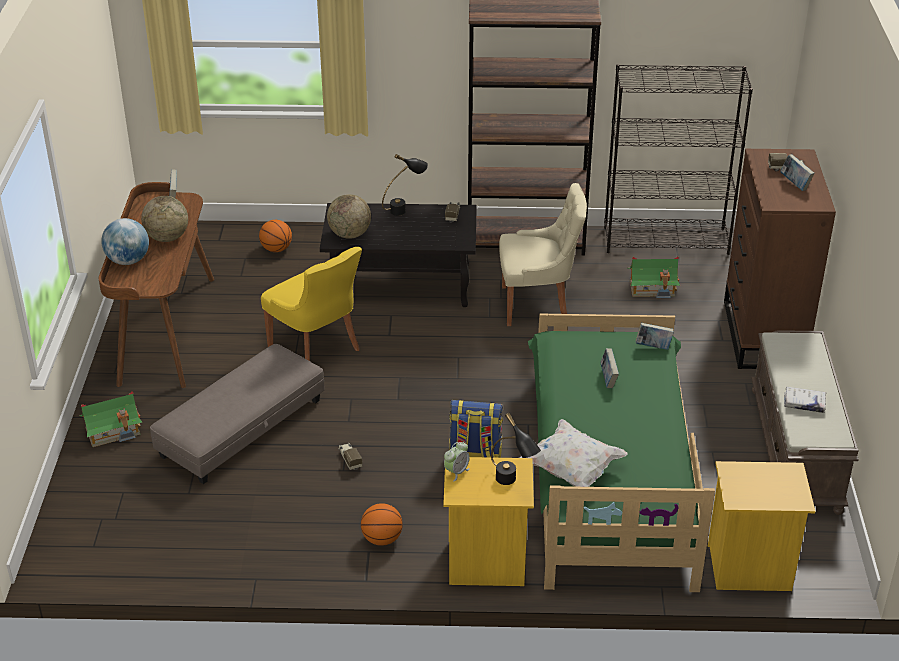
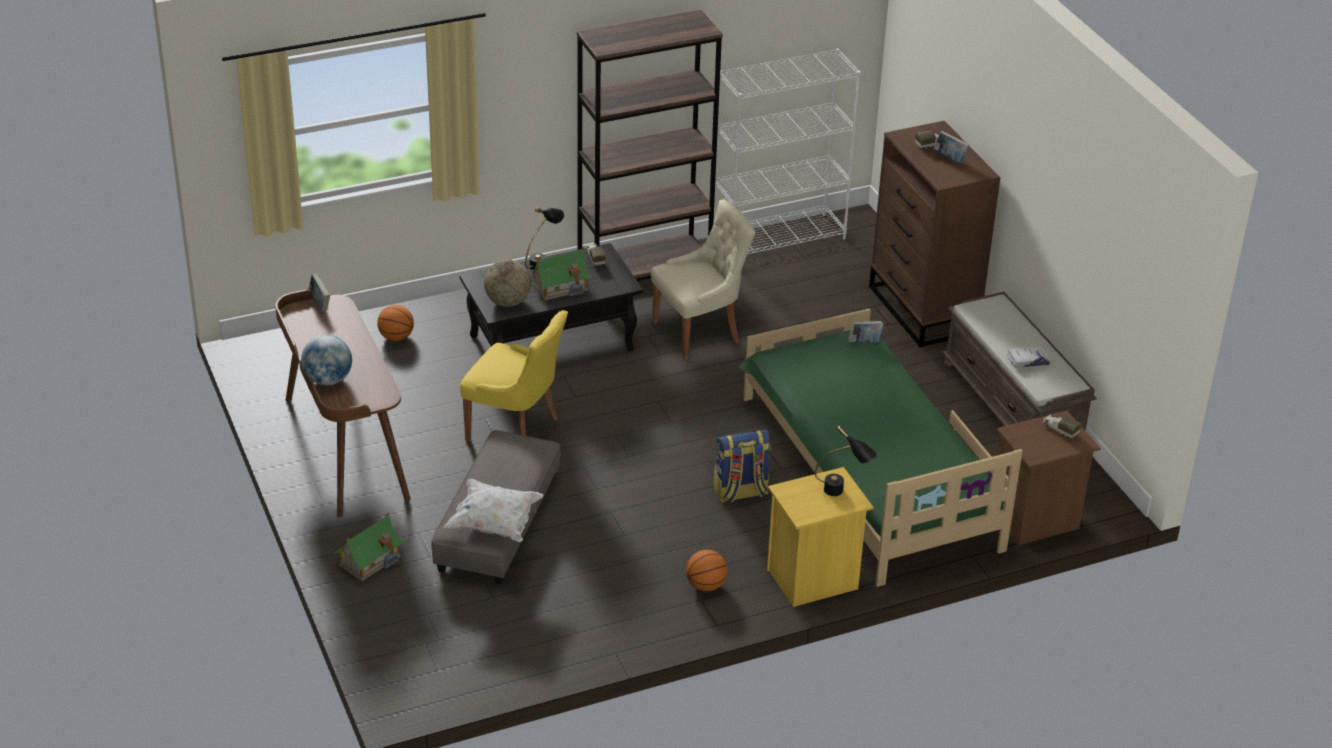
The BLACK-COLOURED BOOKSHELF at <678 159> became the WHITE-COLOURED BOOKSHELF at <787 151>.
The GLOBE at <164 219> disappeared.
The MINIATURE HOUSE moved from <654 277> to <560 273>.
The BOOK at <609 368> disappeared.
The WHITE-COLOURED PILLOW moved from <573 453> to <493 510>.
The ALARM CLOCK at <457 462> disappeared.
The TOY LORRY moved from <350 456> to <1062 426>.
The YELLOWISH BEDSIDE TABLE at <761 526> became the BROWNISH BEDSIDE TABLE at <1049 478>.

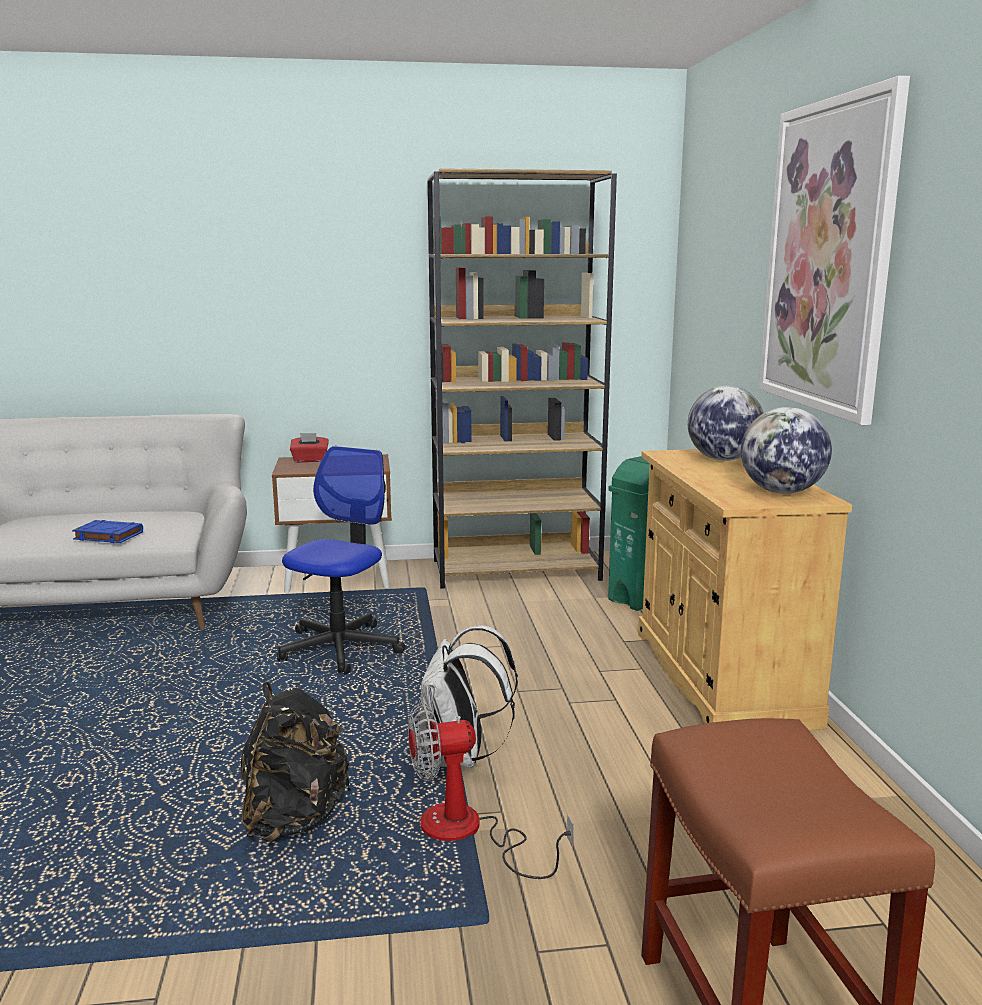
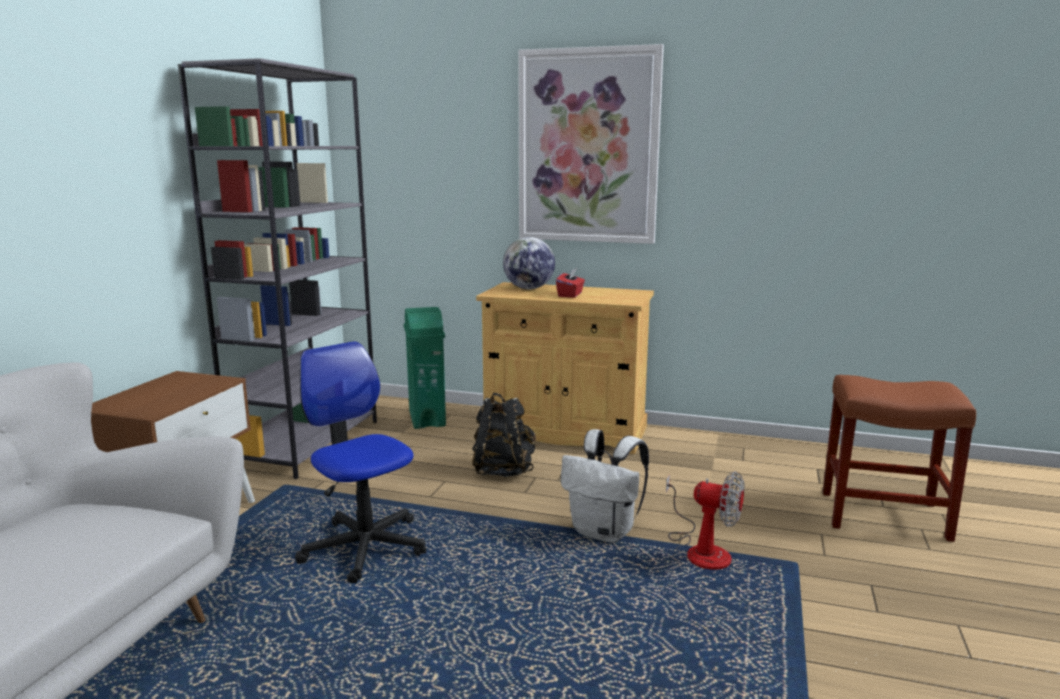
The BROWNISH BOOKSHELF at <522 378> became the GRAY BOOKSHELF at <277 268>.
The GLOBE at <786 450> disappeared.
The REDDISH TISSUE HOLDER moved from <309 447> to <570 283>.
The BLUE-COLOURED BOOK at <107 531> disappeared.
The BLACK-COLOURED KNAPSACK moved from <296 761> to <504 435>.
The FAN at <491 791> turned 75 degrees counterclockwise.

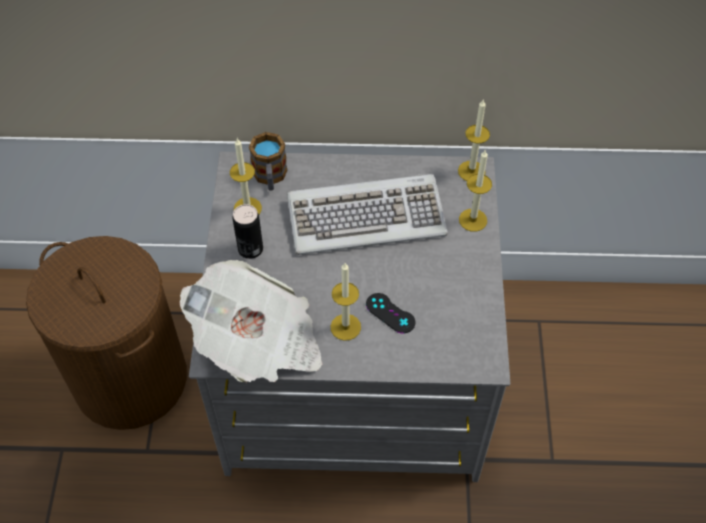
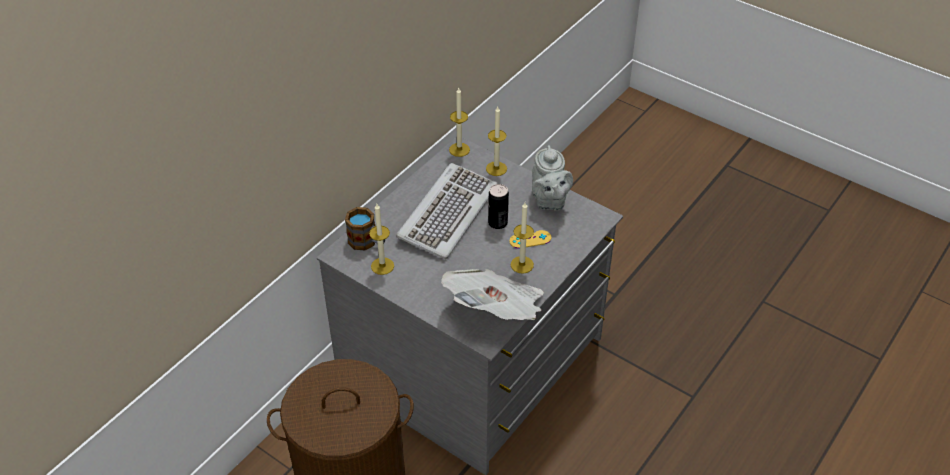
The SEALED CAN moved from <248 231> to <498 206>.
The BLACK-COLOURED GAME CONTROLLER at <391 313> became the YELLOWISH GAME CONTROLLER at <530 239>.
The GRAY TEA POT at <552 178> appeared.

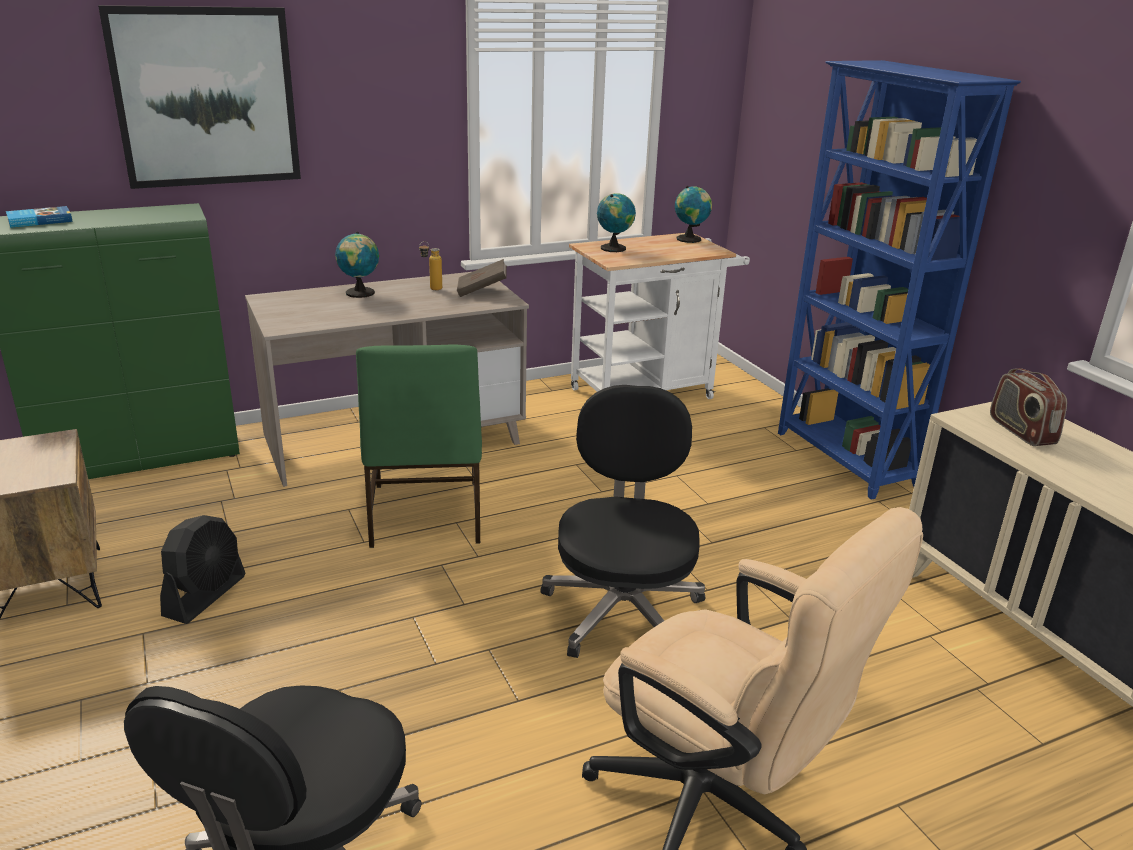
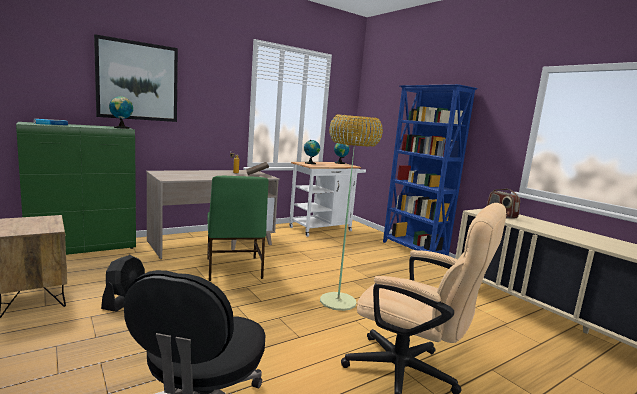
The GLOBE moved from <357 265> to <121 112>.
The BLACK-COLOURED COMPUTER CHAIR at <623 521> was replaced by the STANDARD LAMP at <351 213>.

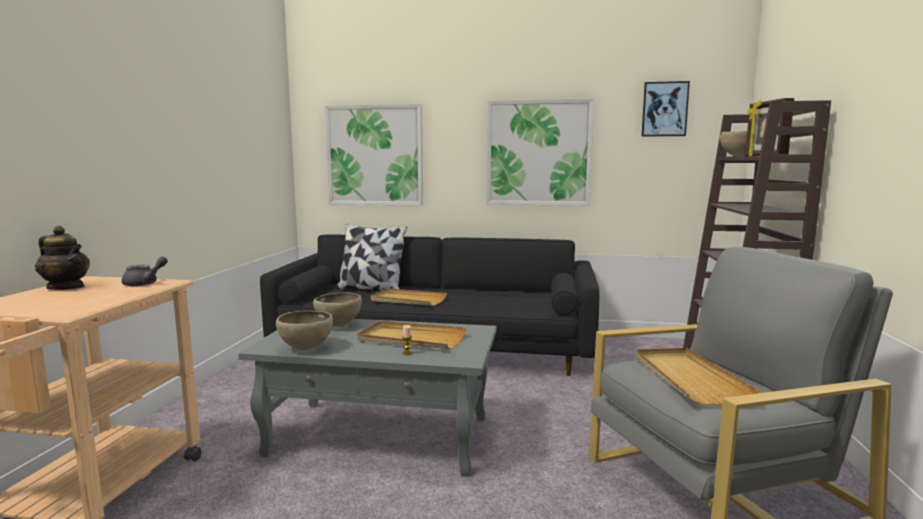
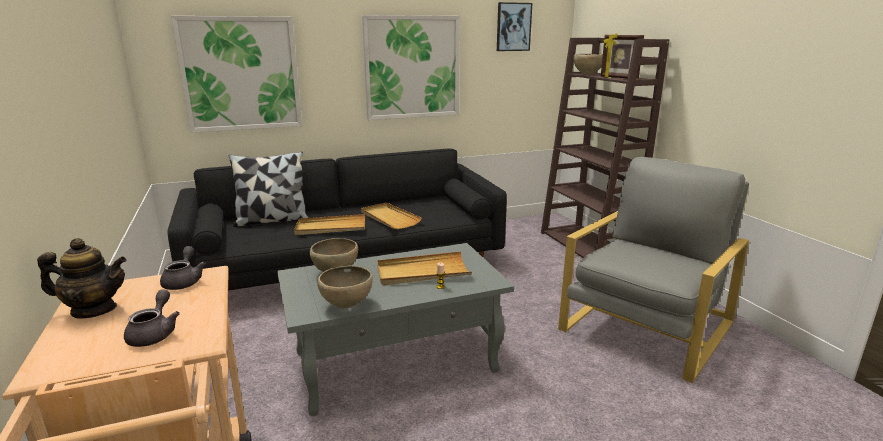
The SAND-COLOURED TRAY moved from <698 376> to <391 216>.
The GRAY TEA POT at <152 318> appeared.

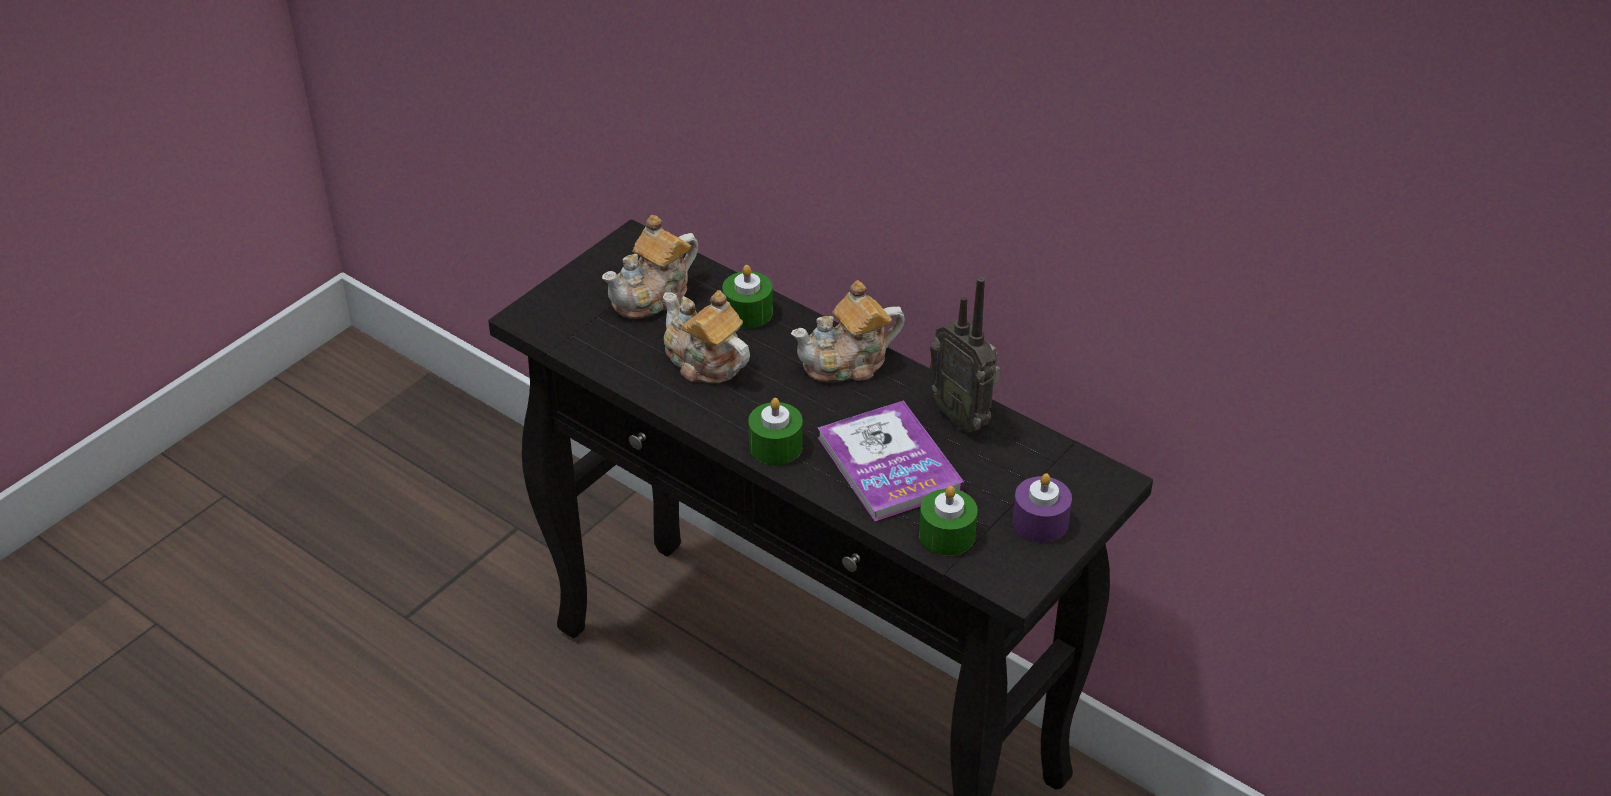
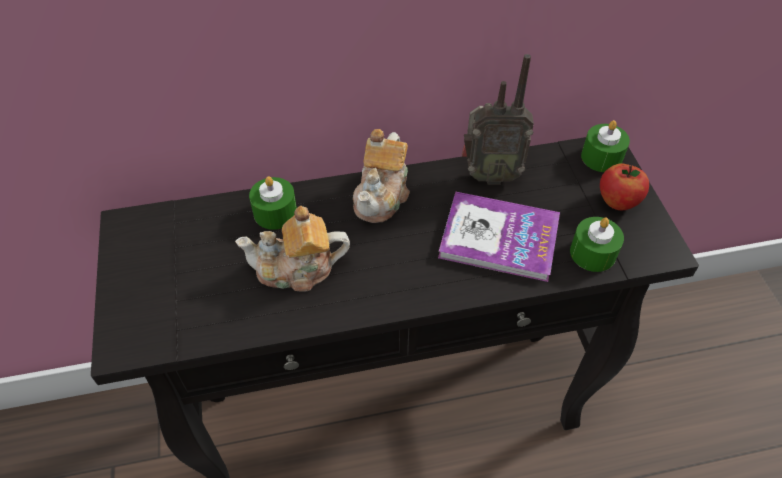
The TEA POT at <650 267> disappeared.
The GREEN WAX LIGHT moved from <775 431> to <605 146>.
The PURPLISH WAX LIGHT at <1042 508> was replaced by the WHOLE APPLE at <624 186>.

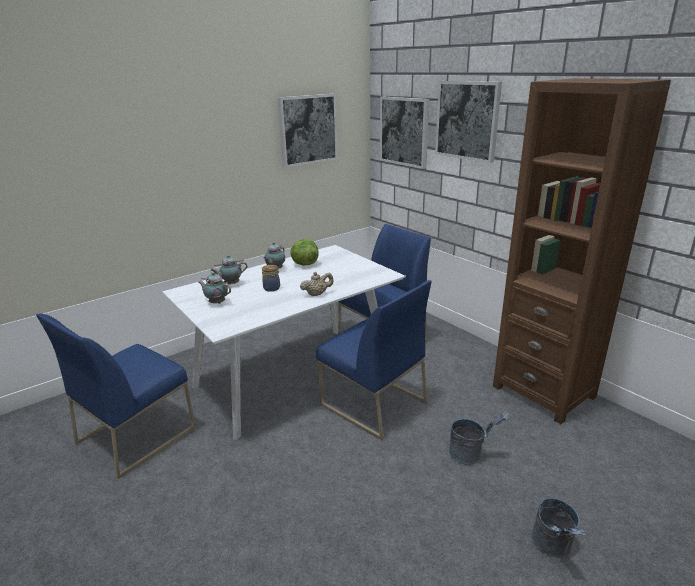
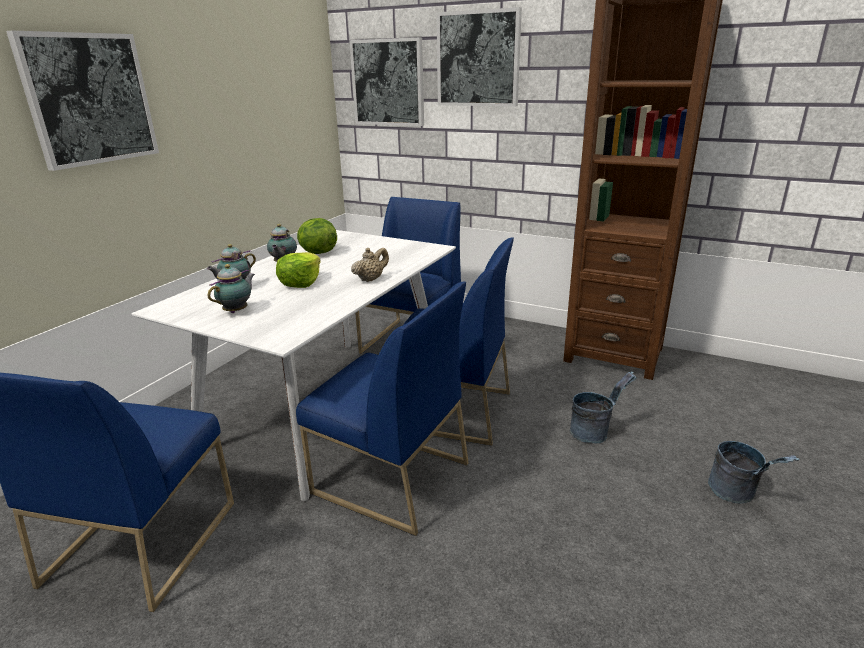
The WALL ART moved from <308 131> to <82 101>.
The JAR at <271 278> was replaced by the LETTUCE at <298 270>.
The TEA POT at <215 288> turned 120 degrees clockwise.
The BLUE-COLOURED PLAIN CHAIR at <382 409> appeared.

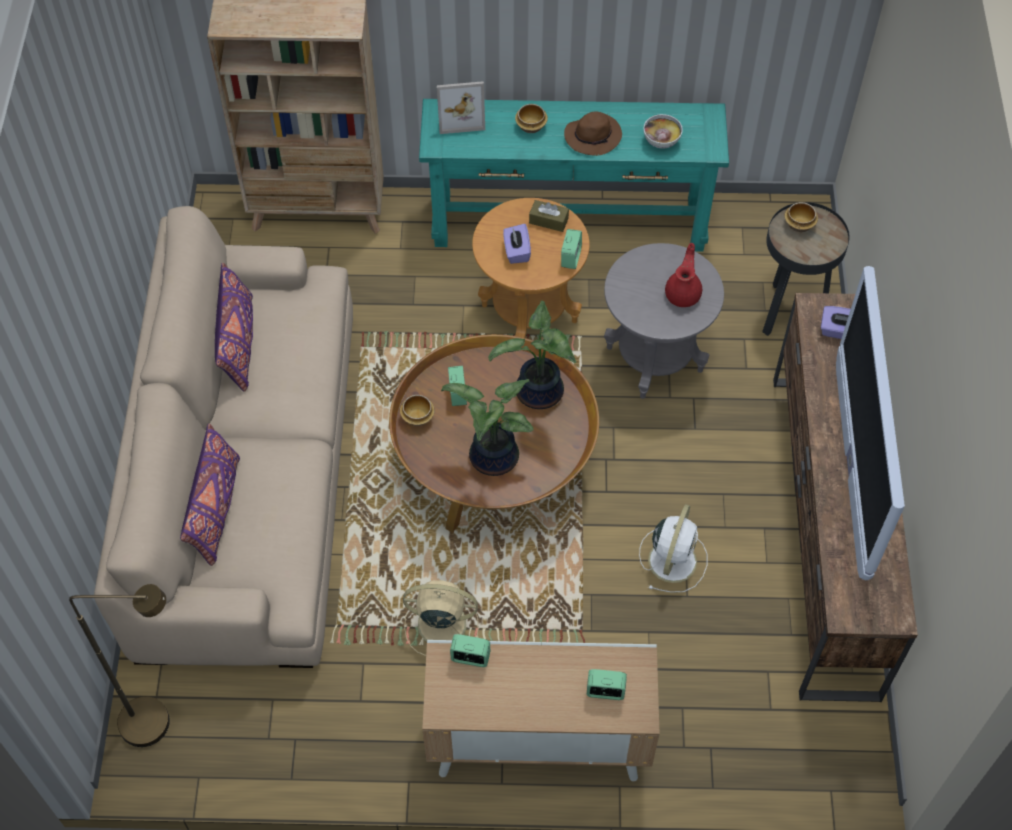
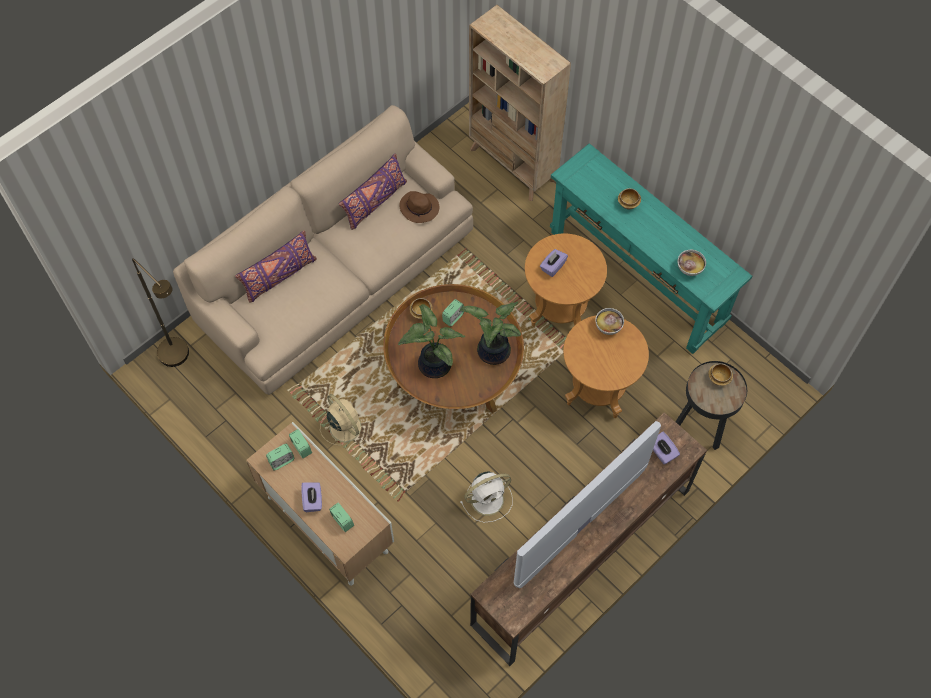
The STANDING FRAME at <461 107> disappeared.
The BROWNISH HAT moved from <593 134> to <419 207>.
The BROWNISH TISSUE HOLDER at <549 216> disappeared.
The ALARM CLOCK moved from <571 249> to <280 457>.
The GRAY SIDE TABLE at <664 321> became the BROWNISH SIDE TABLE at <606 367>.
The REDDISH TEA POT at <683 275> disappeared.
The DEEP DISH at <609 321> appeared.
The PURPLISH TISSUE HOLDER at <311 497> appeared.

